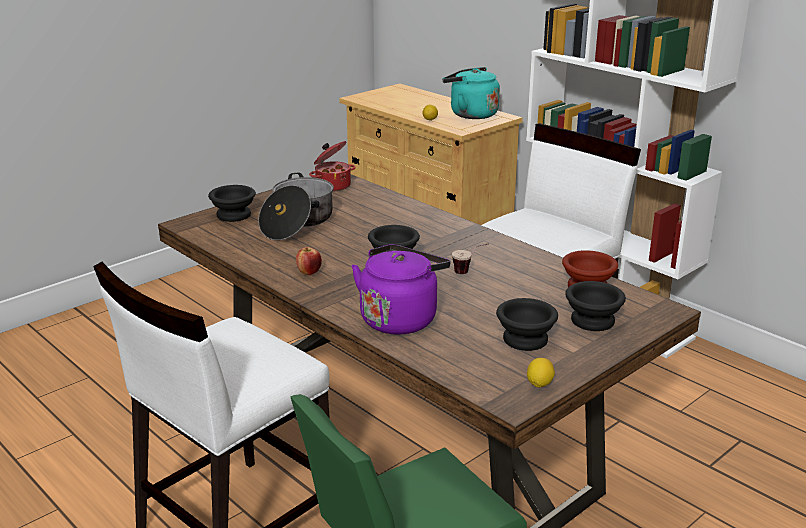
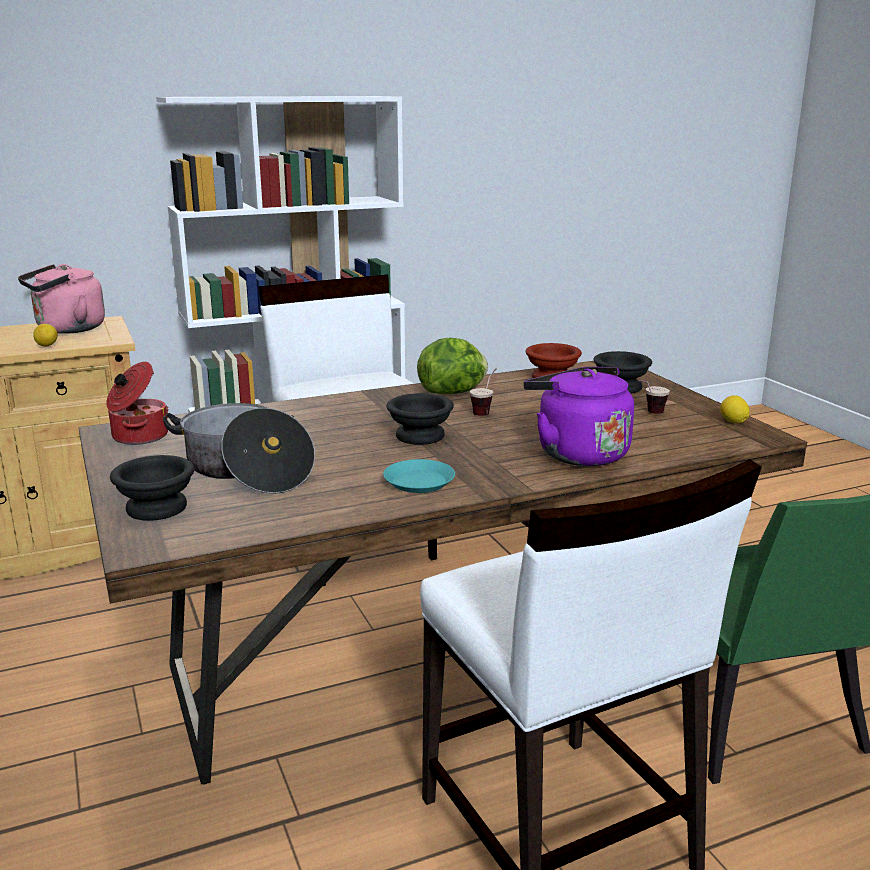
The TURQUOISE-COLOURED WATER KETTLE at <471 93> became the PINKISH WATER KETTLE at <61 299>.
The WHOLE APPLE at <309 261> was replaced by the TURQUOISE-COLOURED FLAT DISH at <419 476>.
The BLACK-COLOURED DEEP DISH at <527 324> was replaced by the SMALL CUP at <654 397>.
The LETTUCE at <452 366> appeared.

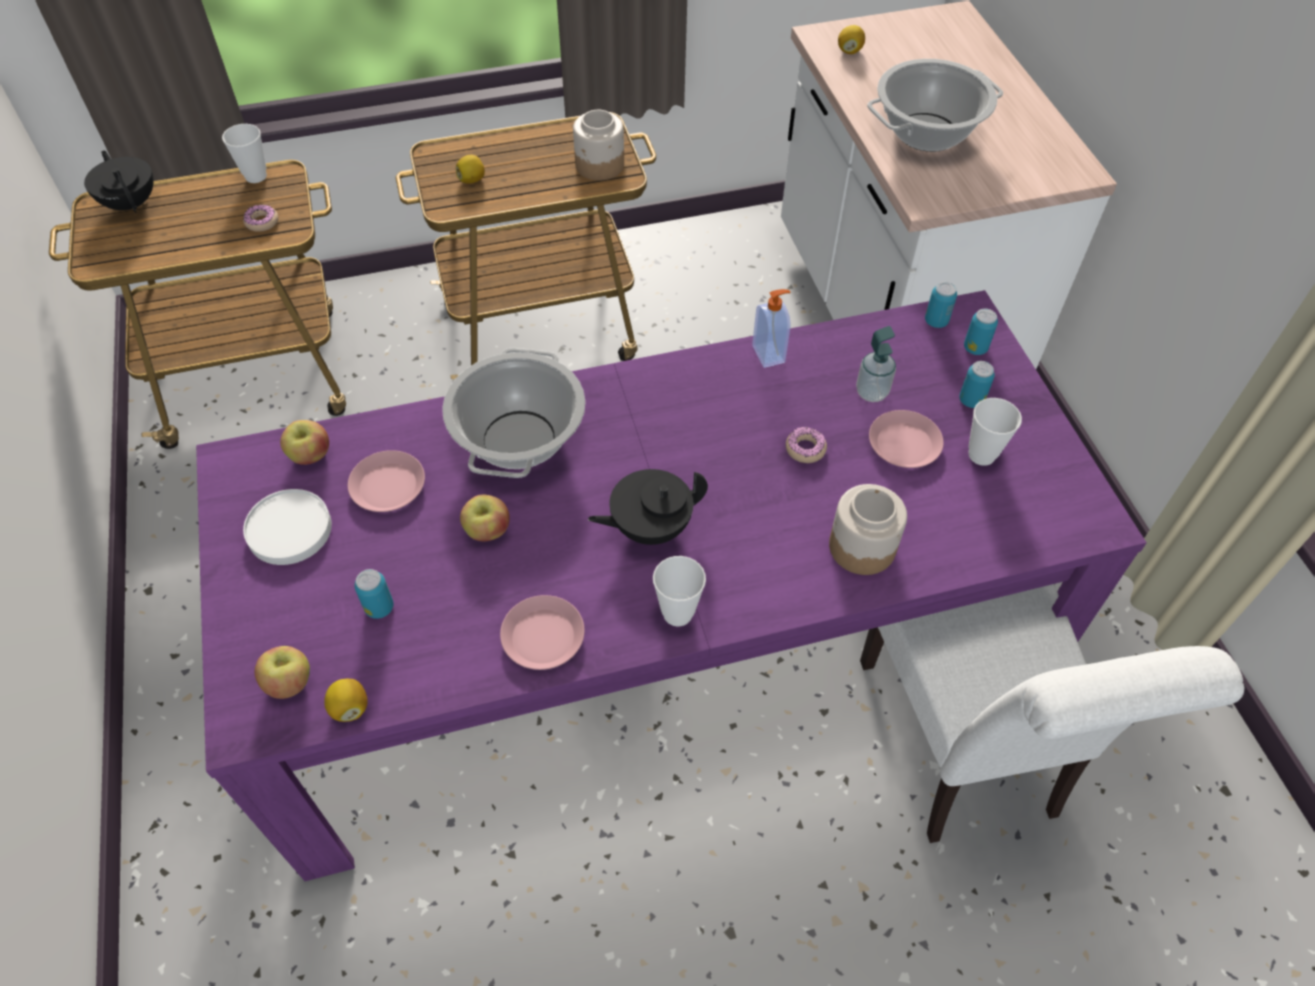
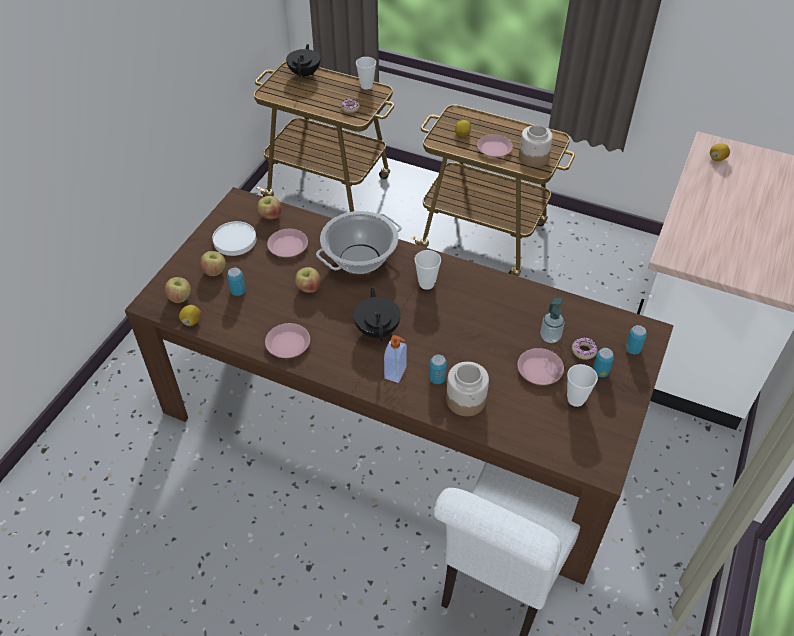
The STOCKPOT at <935 105> disappeared.
The SEALED CAN moved from <941 305> to <438 369>.
The LIQUID SOAP BOTTLE moved from <771 328> to <395 359>.
The PURPLISH DINNER TABLE at <671 585> became the BROWNISH DINNER TABLE at <399 386>.
The DONUT moved from <806 445> to <584 348>.
The BLACK-COLOURED TEA POT at <648 507> turned 60 degrees clockwise.
The SMALL CUP moved from <679 591> to <427 270>.
The PINKISH FLAT DISH at <495 146> appeared.
The WHOLE APPLE at <213 263> appeared.

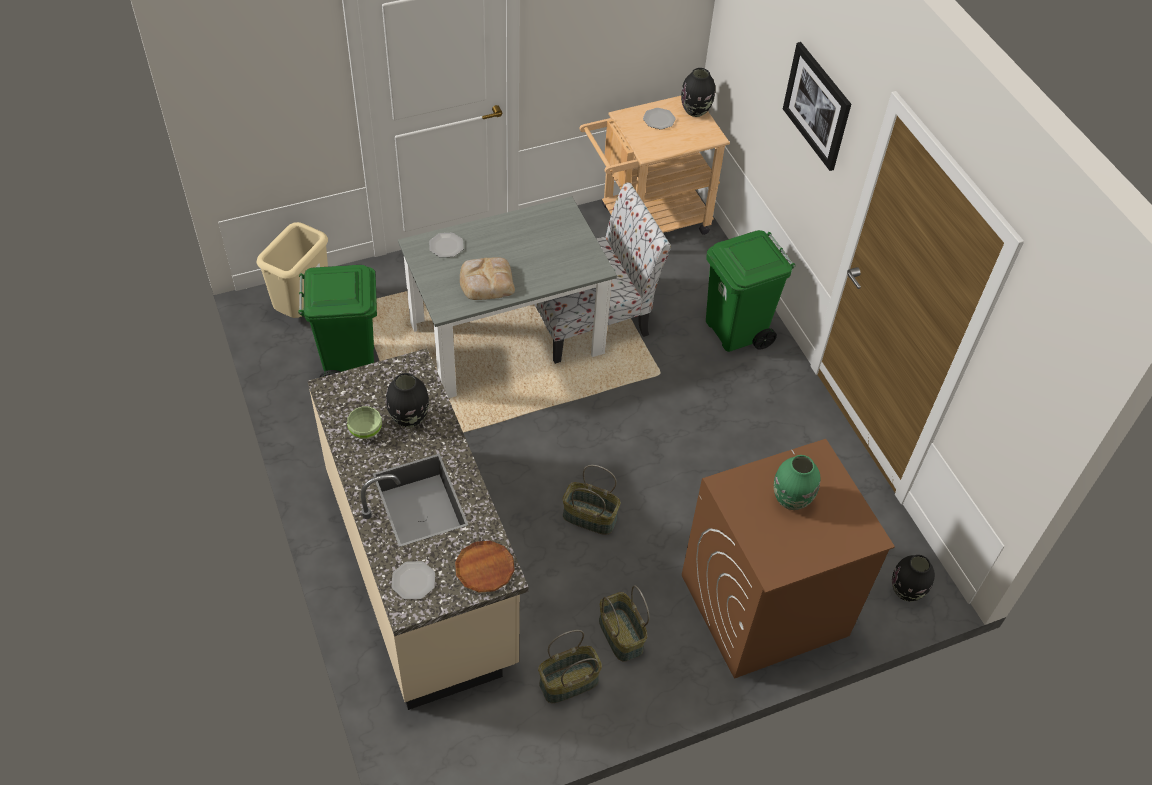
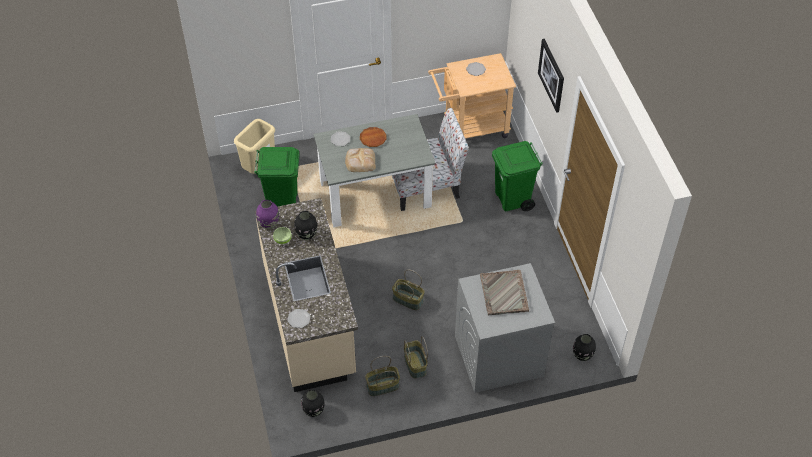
The BLACK-COLOURED FLOWER VASE moved from <698 92> to <313 403>.
The BROWNISH WASHING MACHINE at <788 559> became the GRAY WASHING MACHINE at <505 328>.
The GREEN FLOWER VASE at <797 482> was replaced by the GRAY TRAY at <504 292>.
The BROWNISH FLAT DISH moved from <485 567> to <373 137>.
The PURPLISH FLOWER VASE at <267 214> appeared.

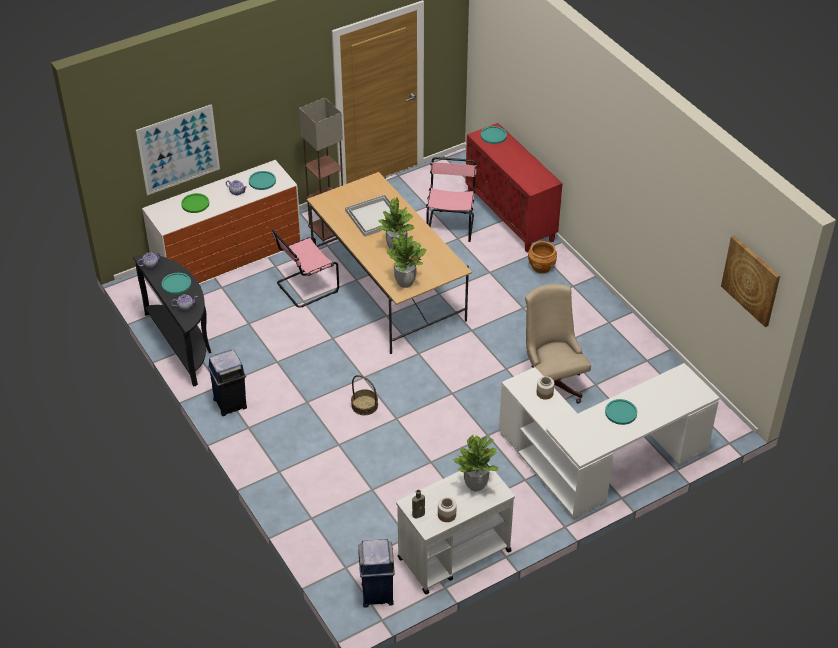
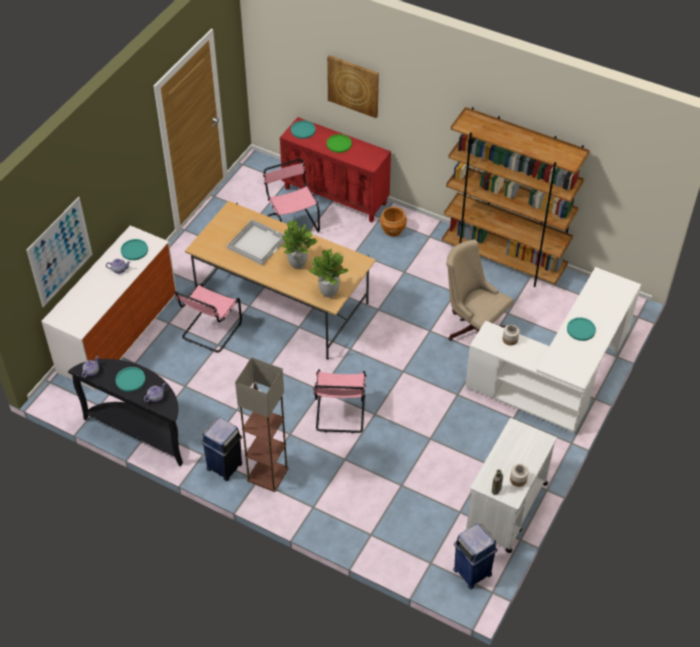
The STANDARD LAMP moved from <321 169> to <262 424>.
The GREEN FLAT DISH moved from <195 203> to <339 143>.
The WALL ART moved from <750 281> to <353 86>.
The HOUSEHOLD BASKET at <364 395> was replaced by the PINKISH PLAIN CHAIR at <339 401>.
The POTTED PLANT at <475 463> disappeared.
The BROWNISH BOOKSHELF at <516 197> appeared.

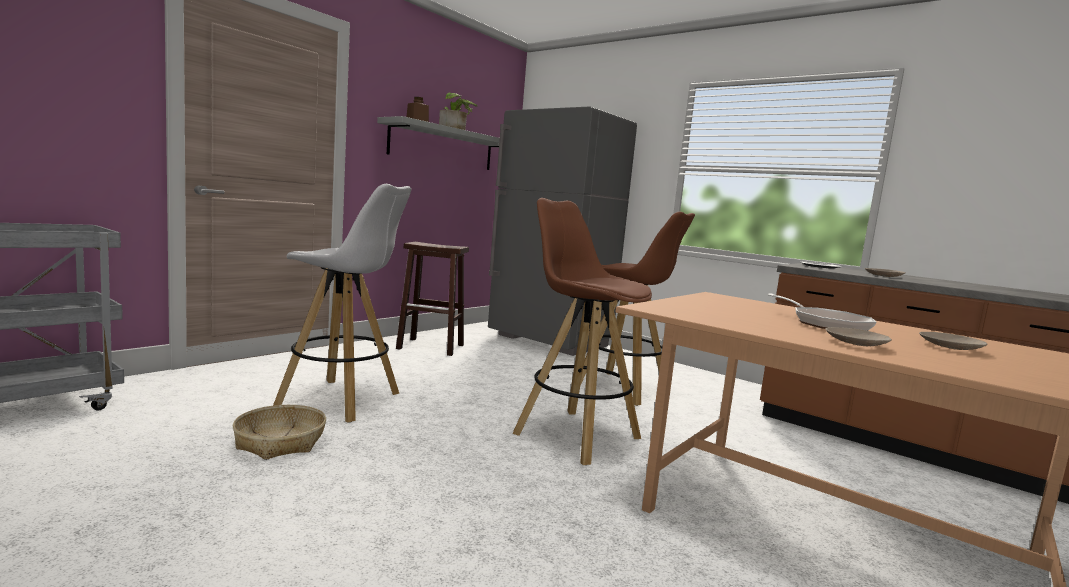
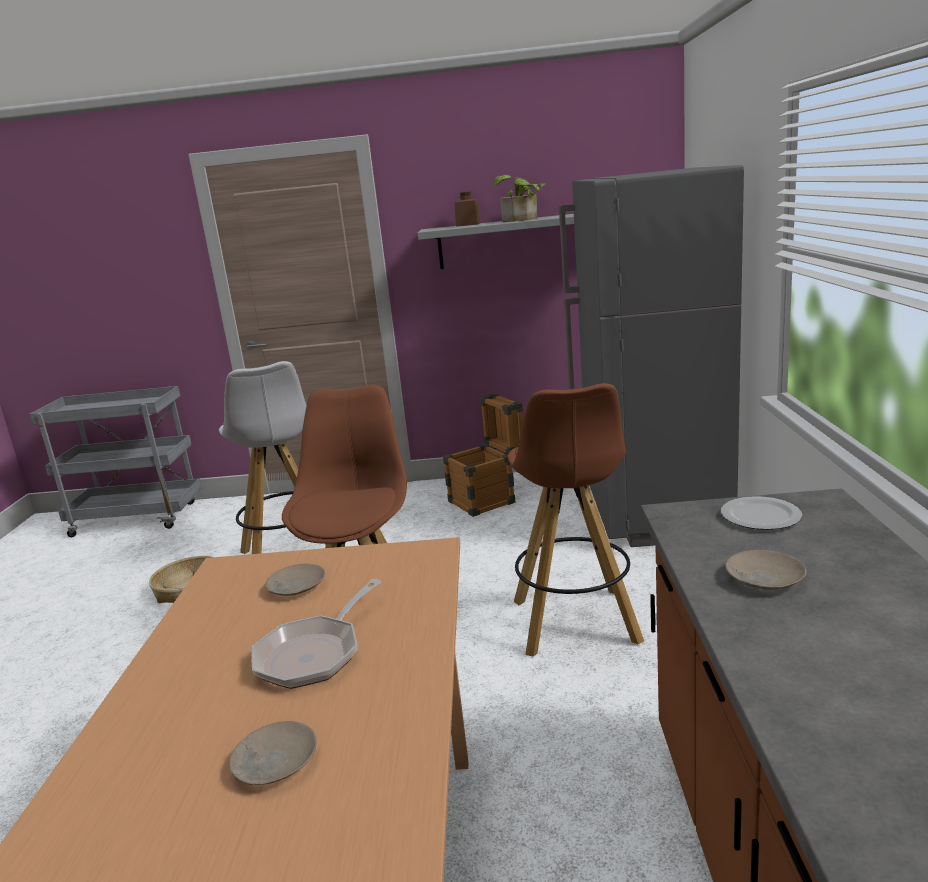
The BROWNISH SITTING STOOL at <432 299> was replaced by the SHIPPING CRATE at <483 455>.
The SAND-COLOURED FLAT DISH moved from <858 336> to <295 580>.

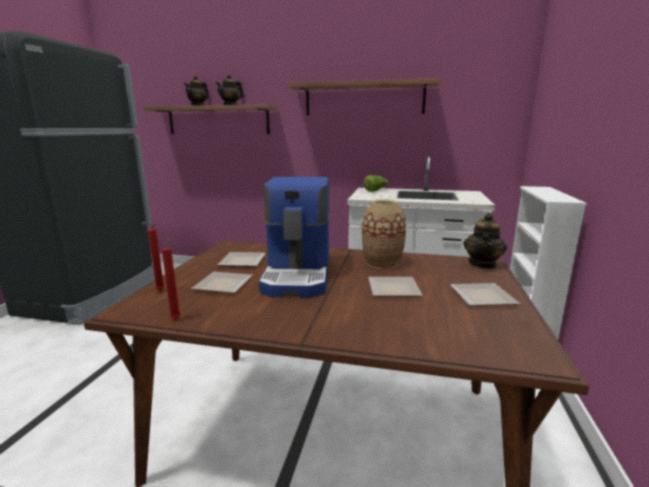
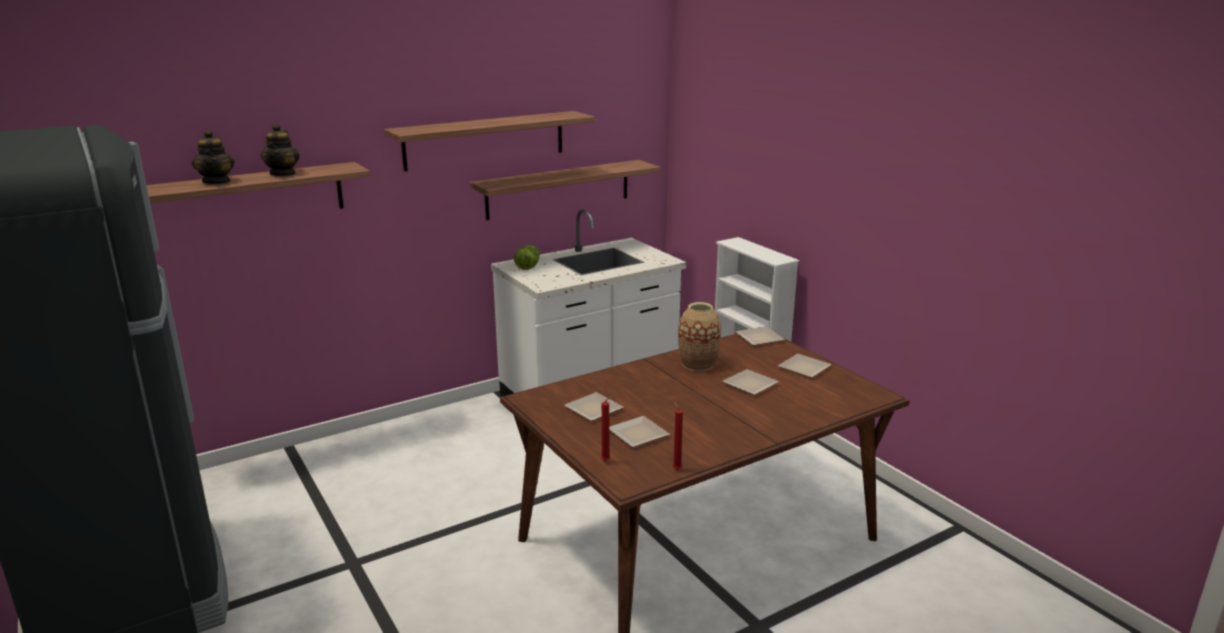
The COFFEE MAKER at <294 237> disappeared.
The TEA POT at <485 241> was replaced by the FLAT DISH at <760 336>.
The SHELF at <565 190> appeared.

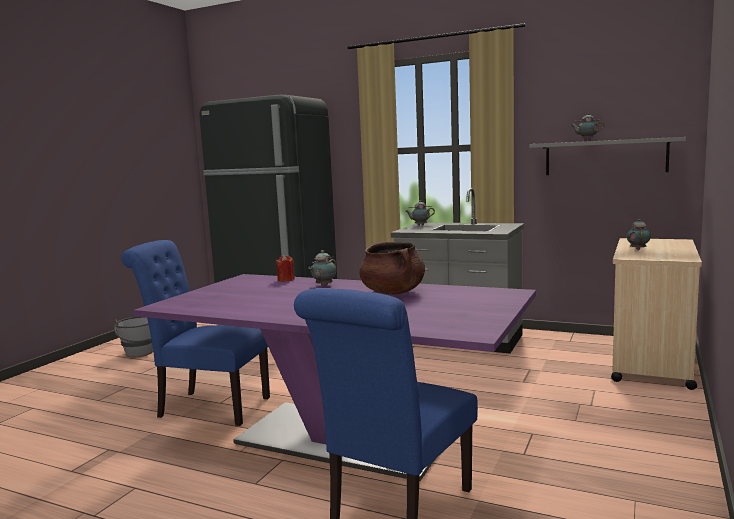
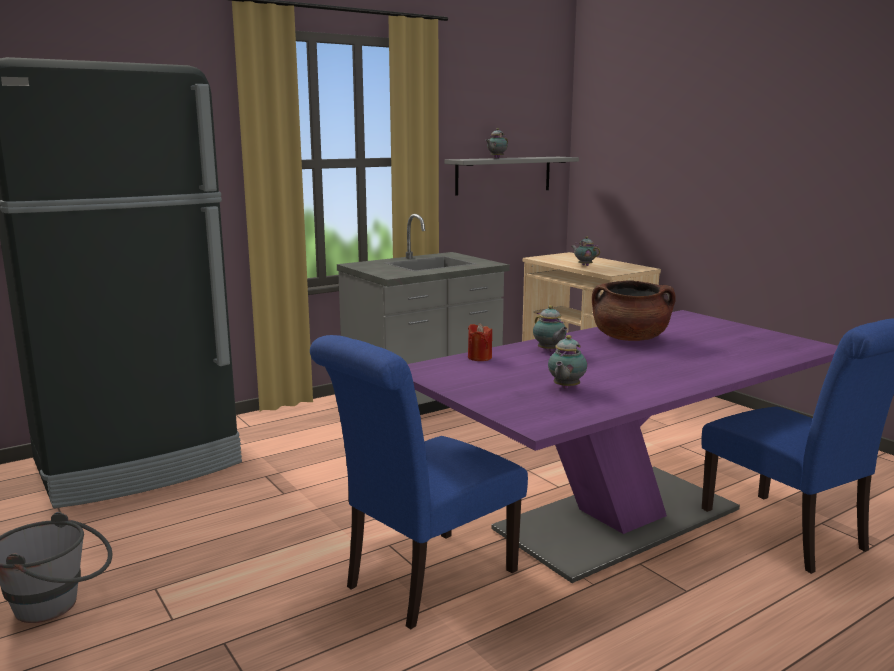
The TEA POT moved from <420 213> to <567 362>.

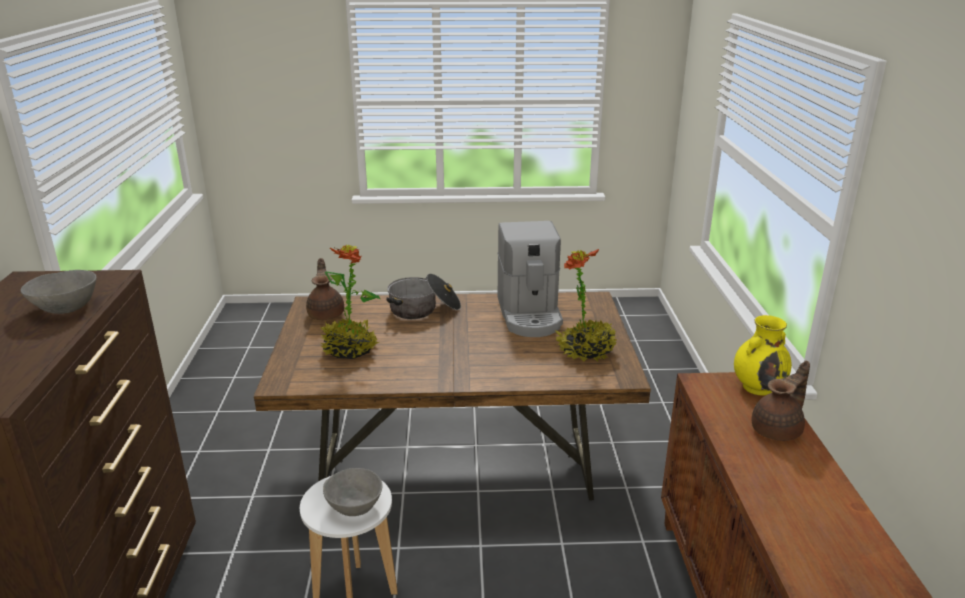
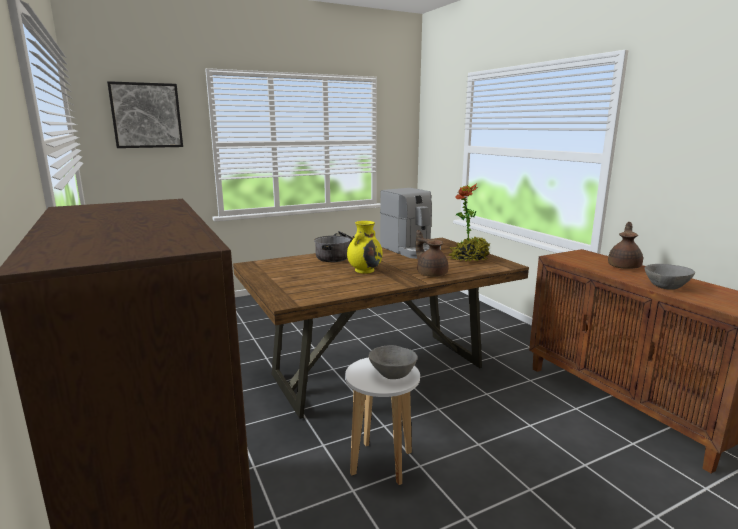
The POTTED PLANT at <350 301> disappeared.
The BROWNISH TEA POT moved from <325 289> to <432 253>.
The GRAY DEEP DISH moved from <59 292> to <670 277>.
The YELLOWISH FLOWER VASE moved from <763 355> to <365 247>.
The WALL ART at <145 114> appeared.

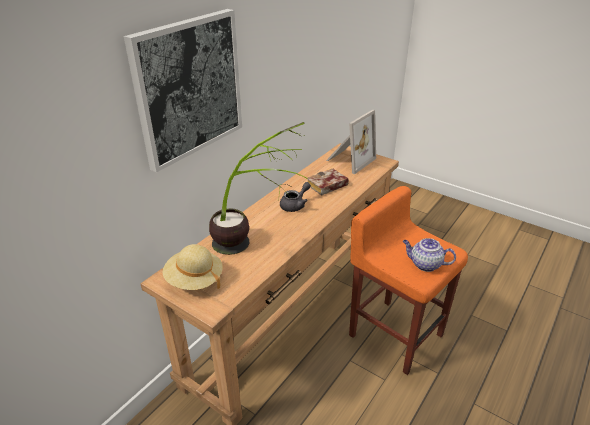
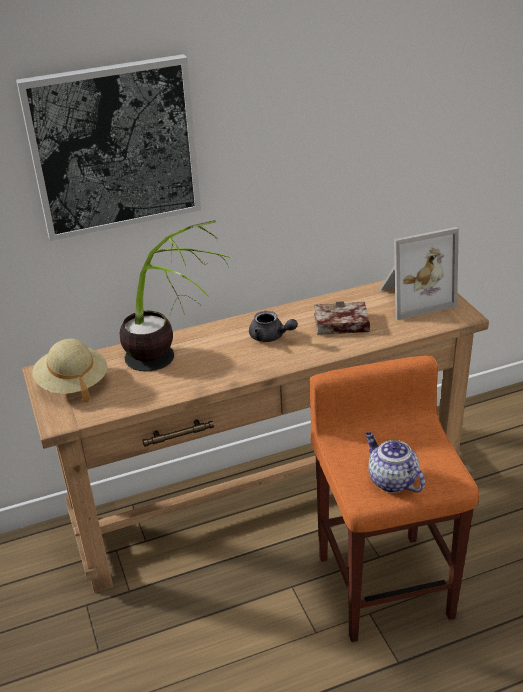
The GRAY TEA POT at <295 197> turned 45 degrees clockwise.

